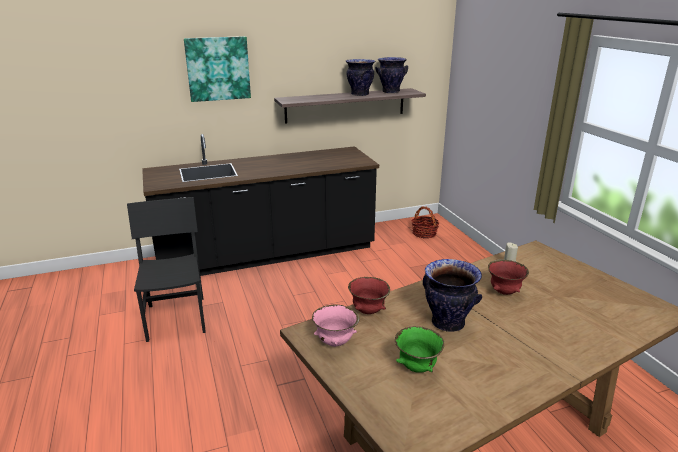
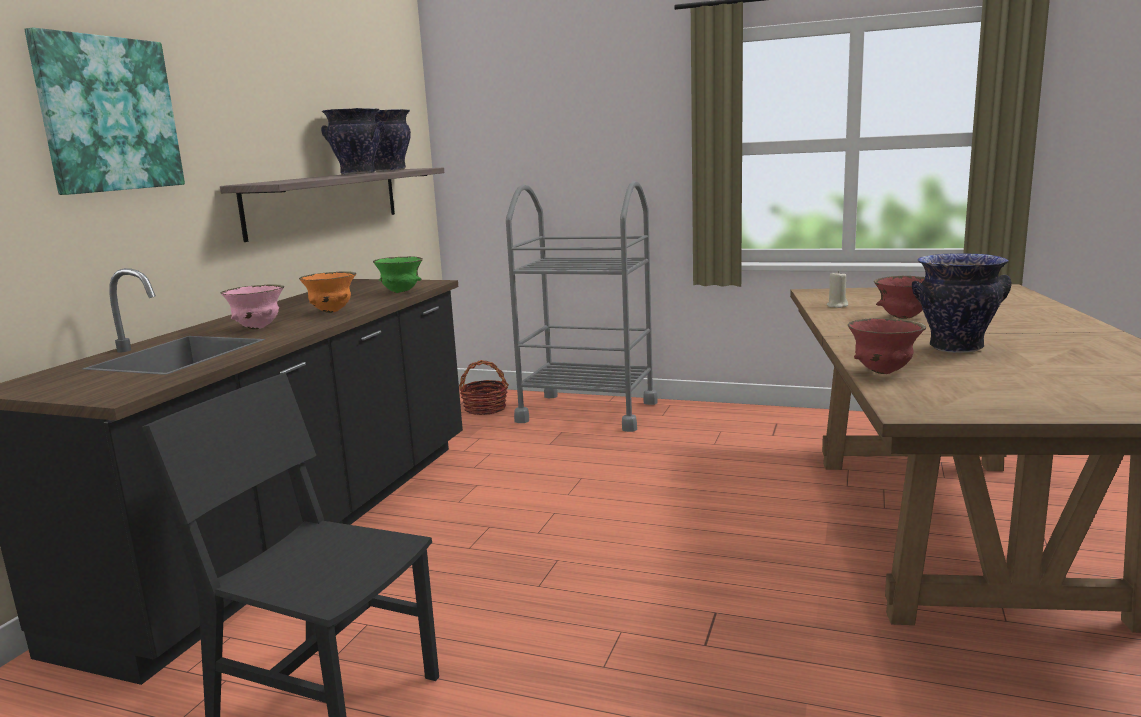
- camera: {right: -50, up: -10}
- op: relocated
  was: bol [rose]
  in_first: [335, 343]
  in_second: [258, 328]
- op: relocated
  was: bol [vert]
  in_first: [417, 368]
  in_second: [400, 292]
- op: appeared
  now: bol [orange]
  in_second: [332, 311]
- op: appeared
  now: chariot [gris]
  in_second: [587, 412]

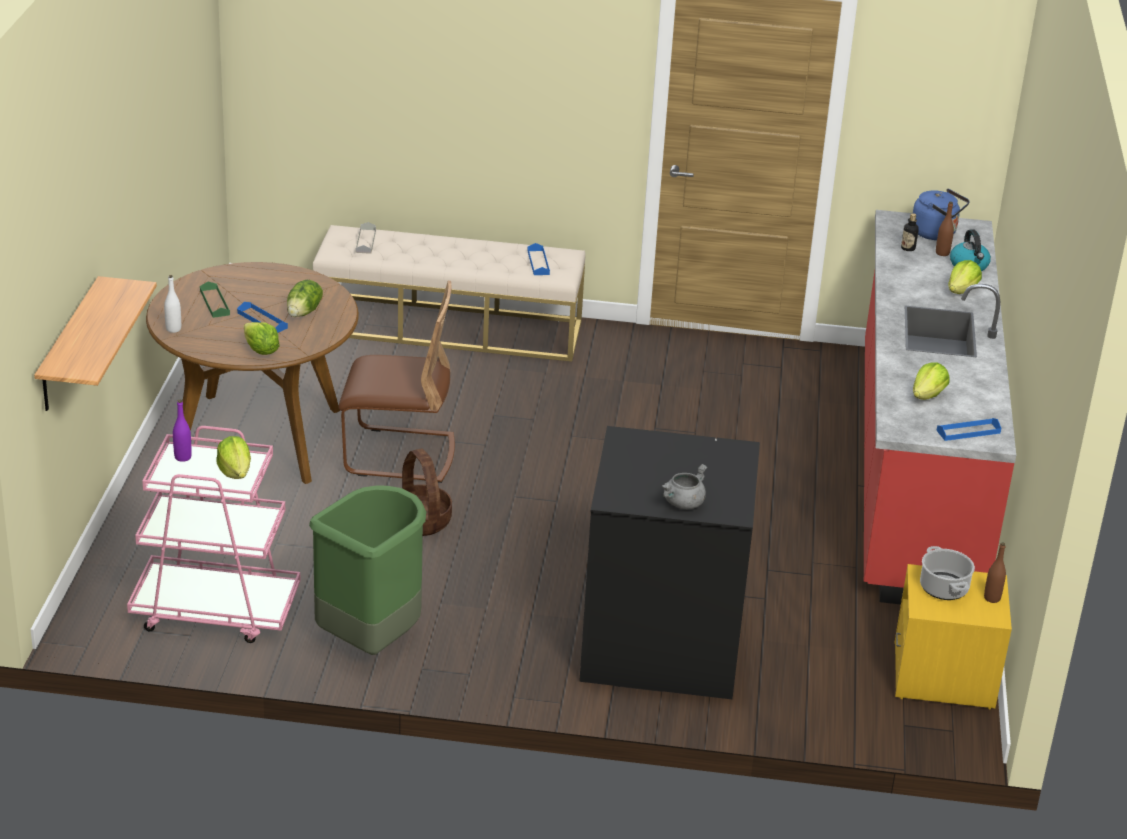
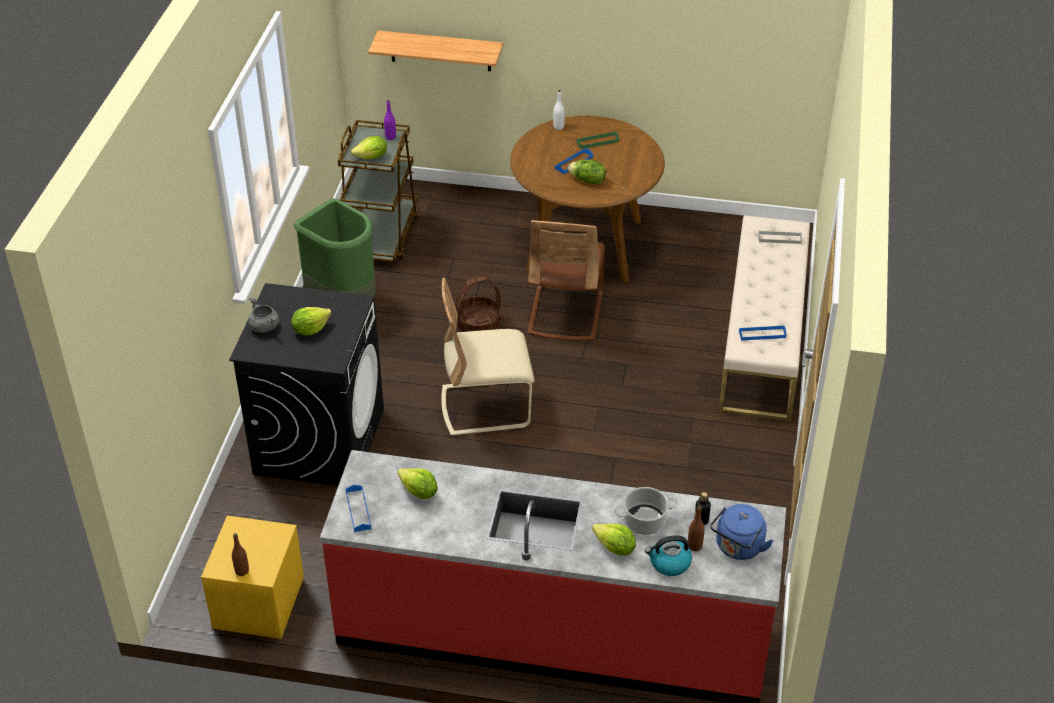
- camera: {right: 95, up: 10}
- op: colour
  was: chariot [rose]
  now: chariot [marron]
  in_first: [215, 610]
  in_second: [381, 236]
- op: relocated
  was: laitue
  in_first: [261, 351]
  in_second: [310, 329]
- op: relocated
  was: marmite
  in_first: [943, 588]
  in_second: [645, 520]
- op: appeared
  now: chaise [beige]
  in_second: [486, 407]

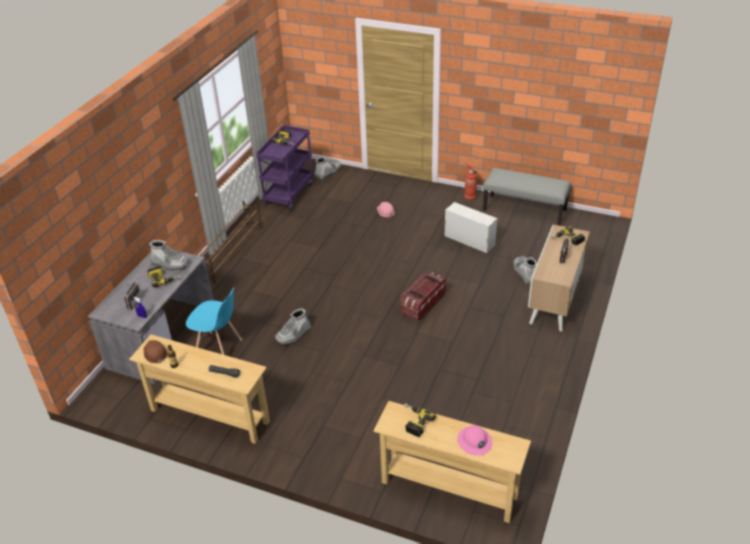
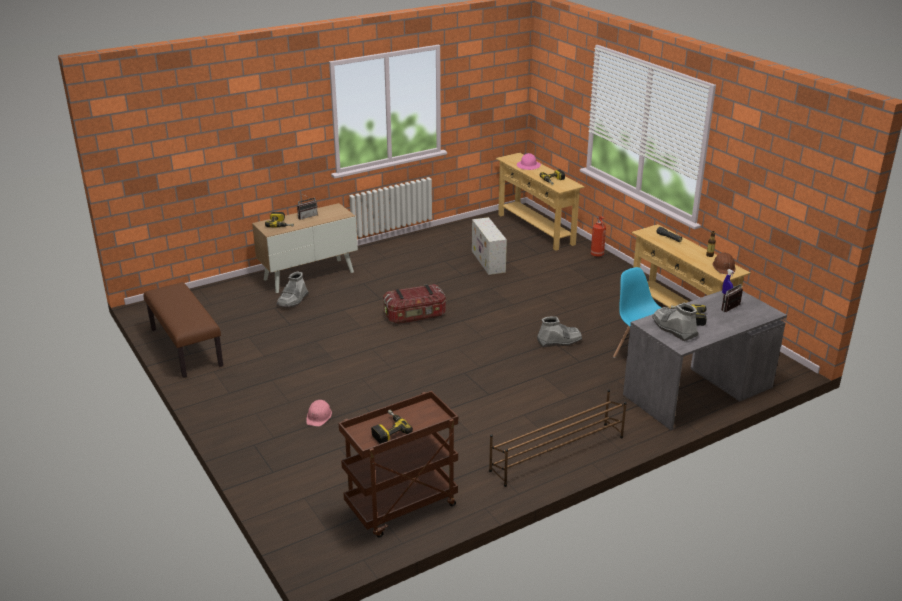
- camera: {right: -145, up: -10}
- op: colour
  was: chariot [violet]
  now: chariot [marron]
  in_first: [288, 193]
  in_second: [401, 508]
- op: missing
  was: botte [gris]
  in_first: [327, 172]
- op: relocated
  was: boîte de rangement [blanc]
  in_first: [469, 240]
  in_second: [488, 262]
- op: relocated
  was: extincteur
  in_first: [469, 197]
  in_second: [597, 255]
- op: colour
  was: banc [gris]
  now: banc [marron]
  in_first: [525, 210]
  in_second: [185, 347]

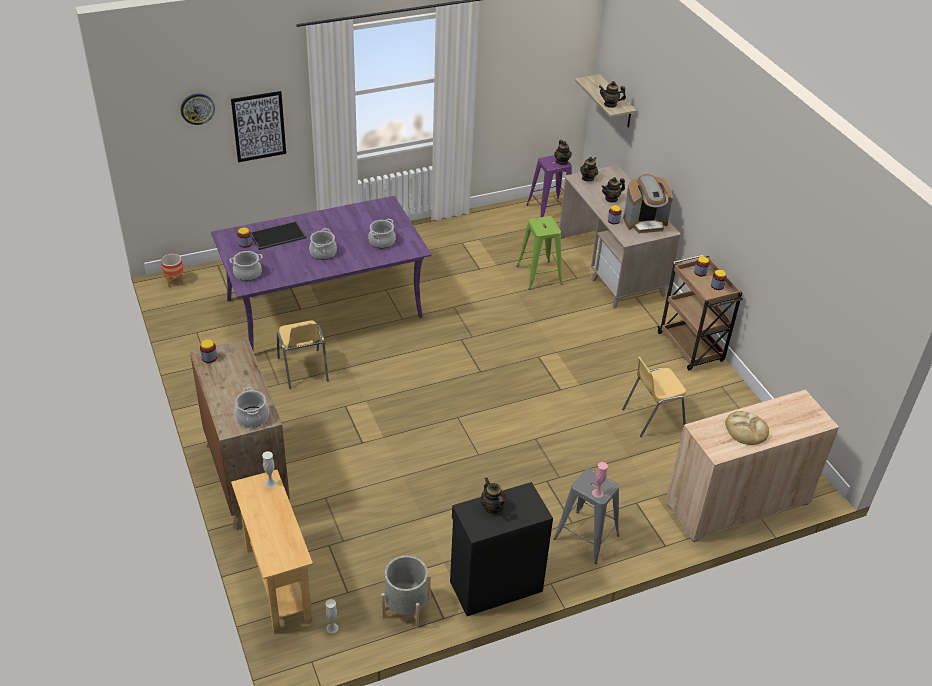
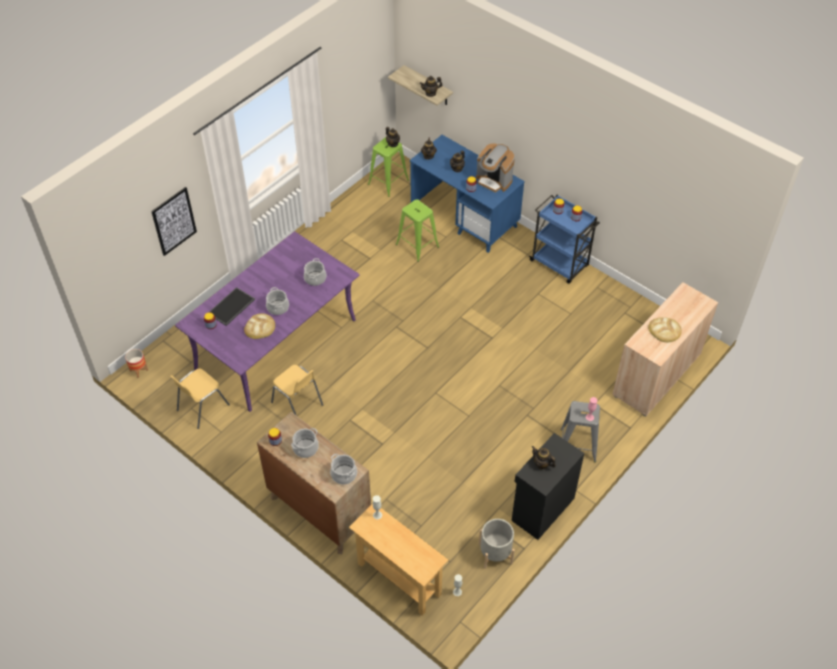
- camera: {right: -25, up: 10}
- op: missing
  was: horloge murale
  in_first: [197, 108]
- op: relocated
  was: marmite
  in_first: [247, 274]
  in_second: [305, 448]
- op: colour
  was: tabouret [violet]
  now: tabouret [vert]
  in_first: [549, 210]
  in_second: [388, 182]
- op: colour
  was: bureau [beige]
  now: bureau [bleu]
  in_first: [611, 267]
  in_second: [465, 216]
- op: relocated
  was: chaise [jaune]
  in_first: [652, 417]
  in_second: [202, 407]
- op: spun
  was: machine à café
  in_first: [645, 222]
  in_second: [494, 181]
  clockwise: 75
- op: colour
  was: chariot [marron]
  now: chariot [bleu]
  in_first: [691, 348]
  in_second: [560, 264]
- op: appeared
  now: pain
  in_second: [260, 327]

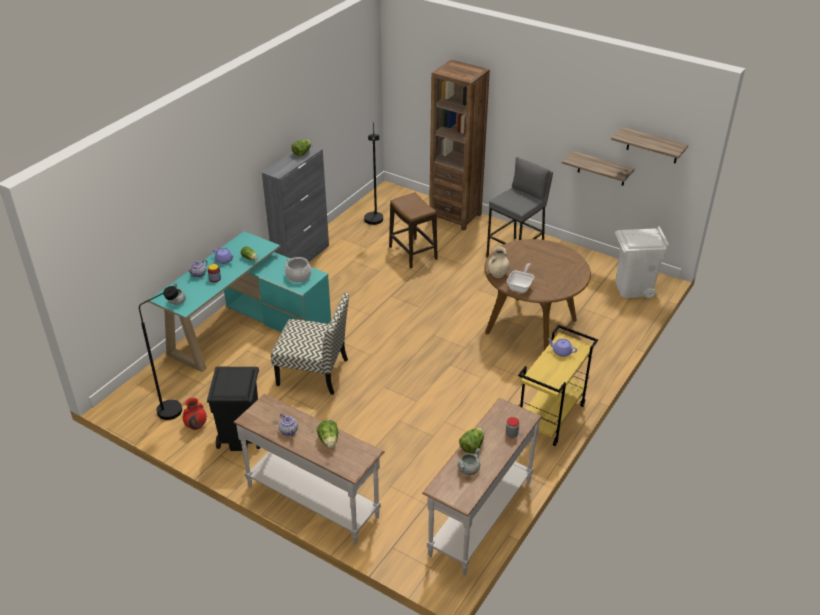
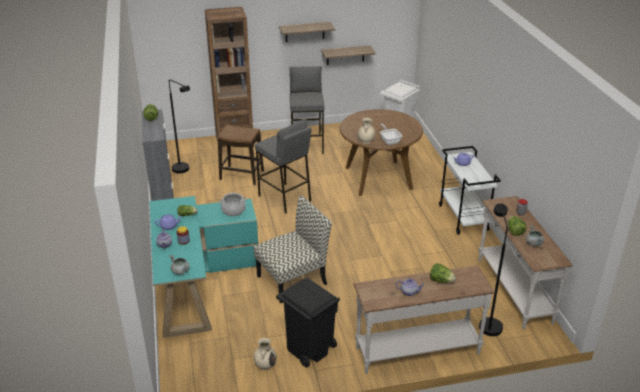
- camera: {right: -45, up: -5}
- op: relocated
  was: lampadaire [noir]
  in_first: [175, 407]
  in_second: [488, 323]
- op: colour
  was: vase [rouge]
  now: vase [beige]
  in_first: [196, 425]
  in_second: [265, 365]
- op: colour
  was: chariot [jaune]
  now: chariot [blanc]
  in_first: [551, 418]
  in_second: [463, 218]
- op: relocated
  was: étagère
  in_first: [652, 146]
  in_second: [305, 32]
- op: appeared
  now: tabouret [gris]
  in_second: [285, 198]

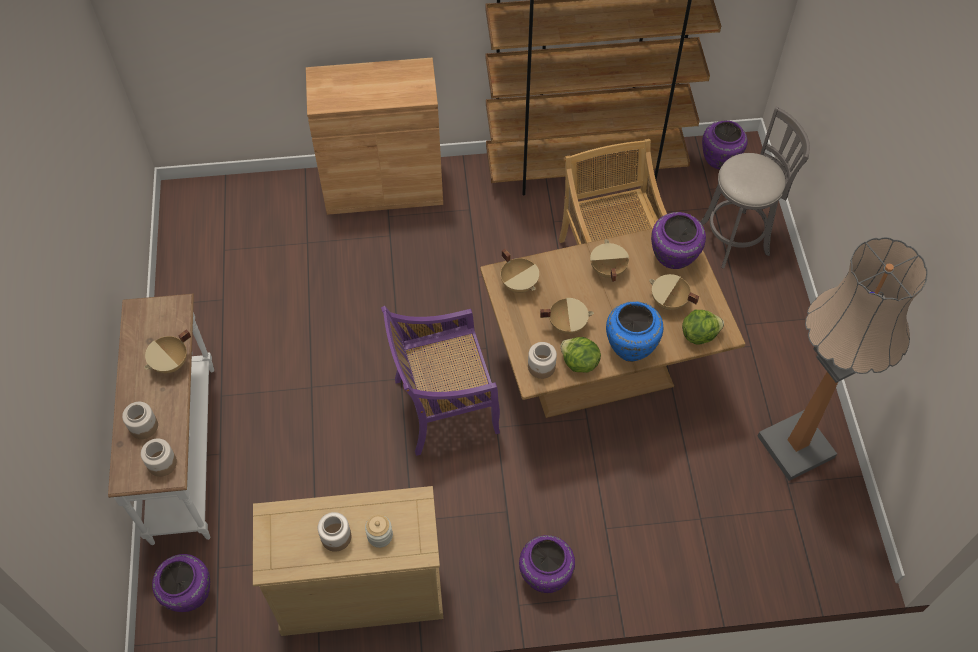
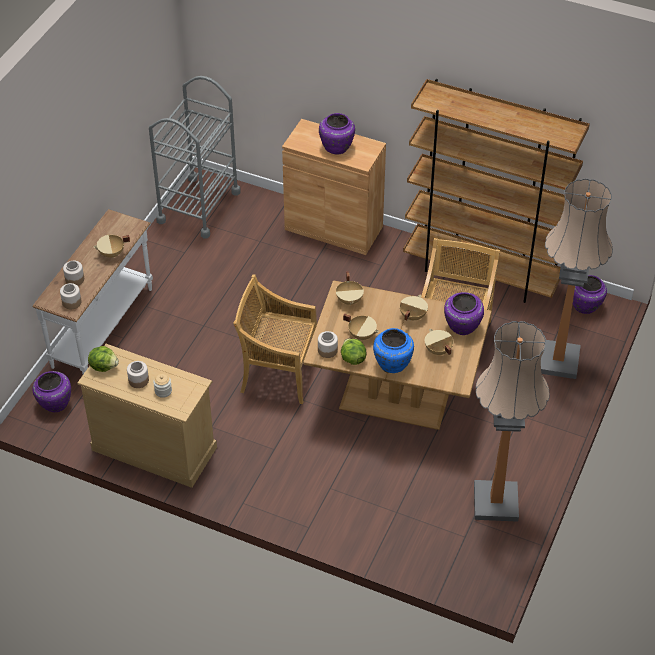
- camera: {right: 30, up: -10}
- op: colour
  was: chaise [violet]
  now: chaise [beige]
  in_first: [444, 407]
  in_second: [278, 373]
- op: relocated
  was: vase [violet]
  in_first: [545, 574]
  in_second: [337, 147]
- op: relocated
  was: laitue
  in_first: [699, 334]
  in_second: [104, 366]
- op: exchanged
  was: tabouret [gris]
  now: lampadaire
  in_first: [737, 238]
  in_second: [558, 361]
- op: appeared
  now: chariot [gris]
  in_second: [198, 207]

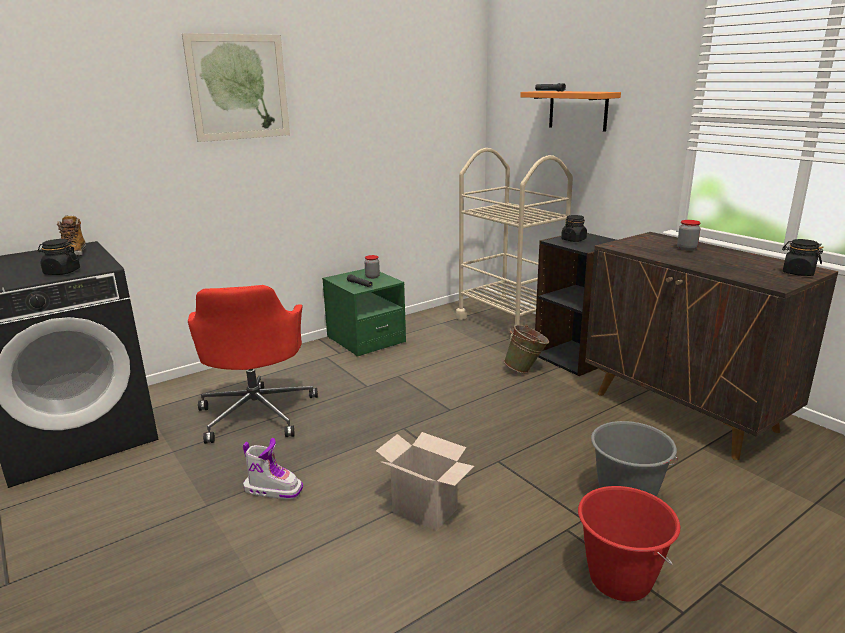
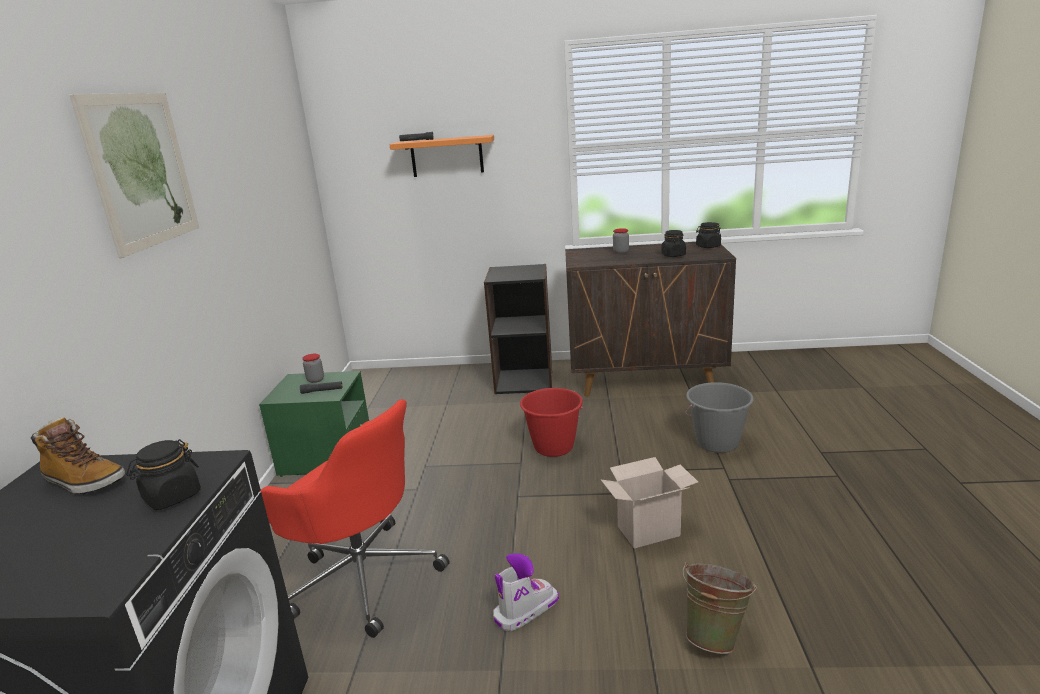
- camera: {right: -50, up: 0}
- op: missing
  was: chariot [beige]
  in_first: [509, 322]
- op: relocated
  was: seau [vert]
  in_first: [526, 370]
  in_second: [715, 636]
- op: relocated
  was: bocal [noir]
  in_first: [573, 240]
  in_second: [673, 255]
- op: relocated
  was: seau [rouge]
  in_first: [619, 579]
  in_second: [553, 447]

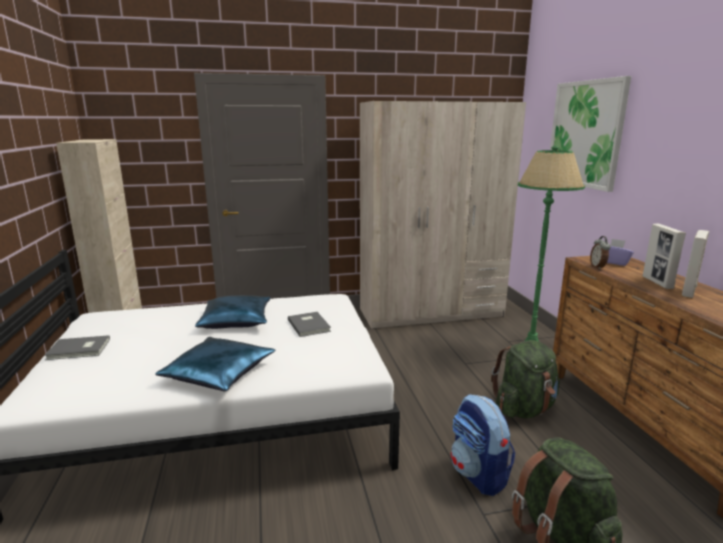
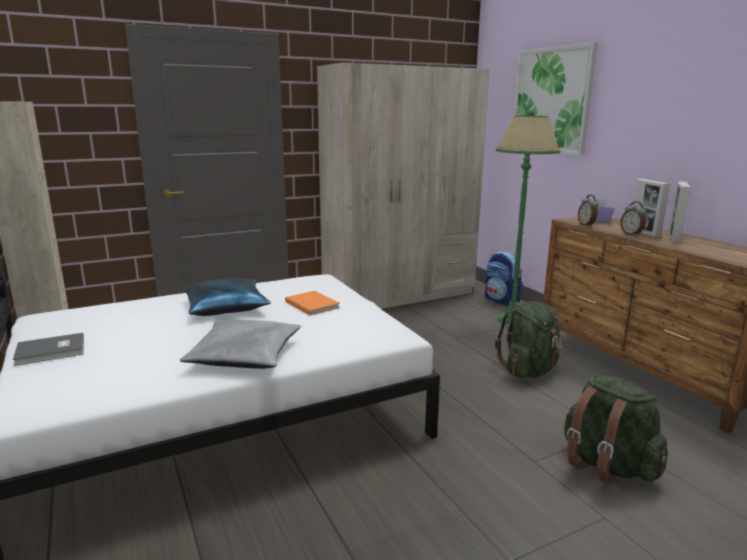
- camera: {right: -15, up: 0}
- op: colour
  was: coussin [bleu]
  now: coussin [gris]
  in_first: [217, 373]
  in_second: [243, 355]
- op: colour
  was: livre [gris]
  now: livre [orange]
  in_first: [309, 325]
  in_second: [313, 304]
- op: relocated
  was: sac à dos
  in_first: [479, 474]
  in_second: [502, 301]
- op: appeared
  now: réveil
  in_second: [631, 234]

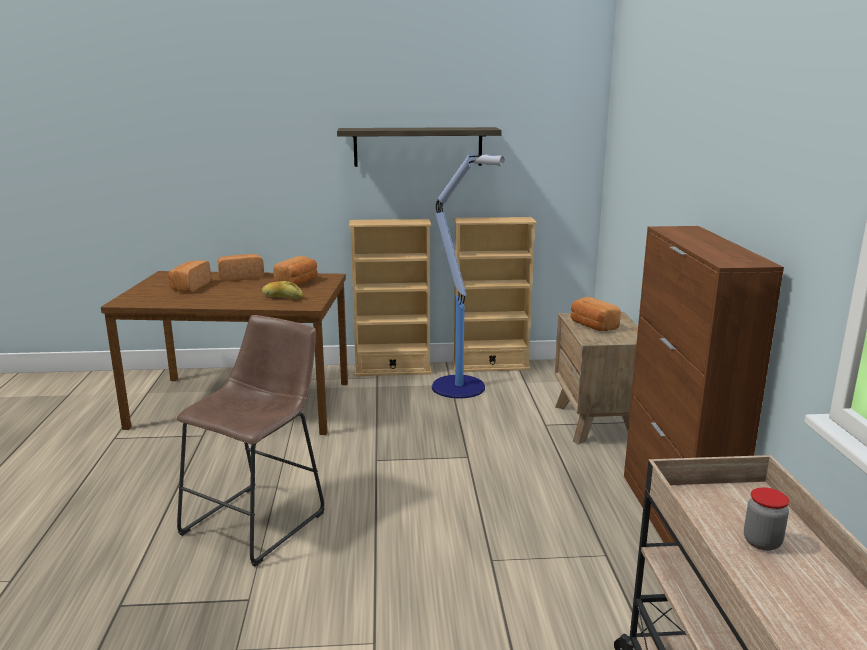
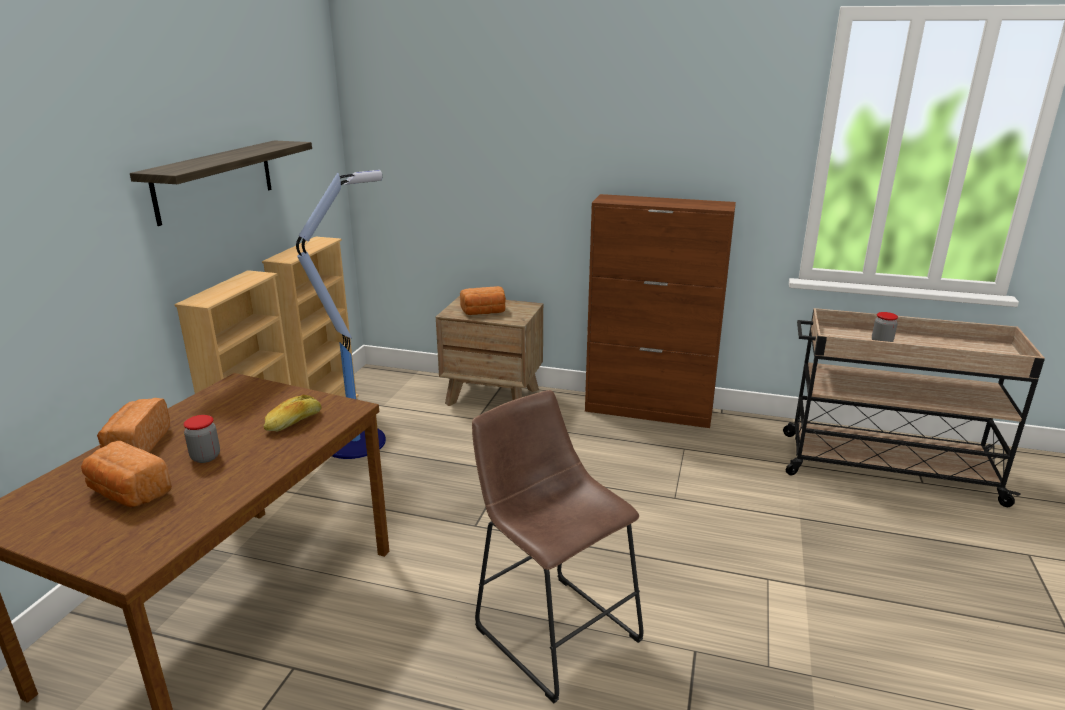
- camera: {right: -70, up: 5}
- op: missing
  was: pain
  in_first: [298, 283]
- op: appeared
  now: bocal
  in_second: [205, 457]

